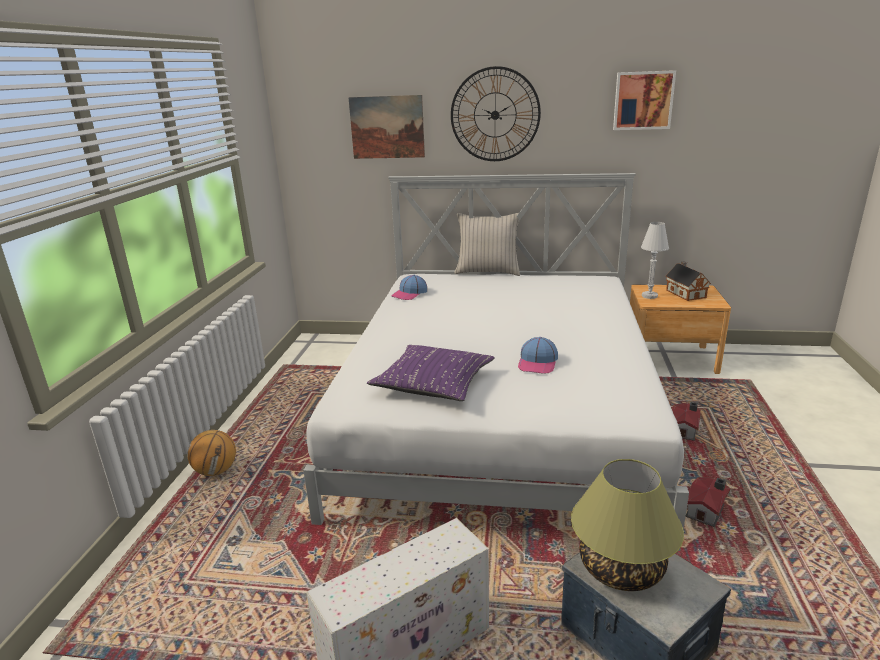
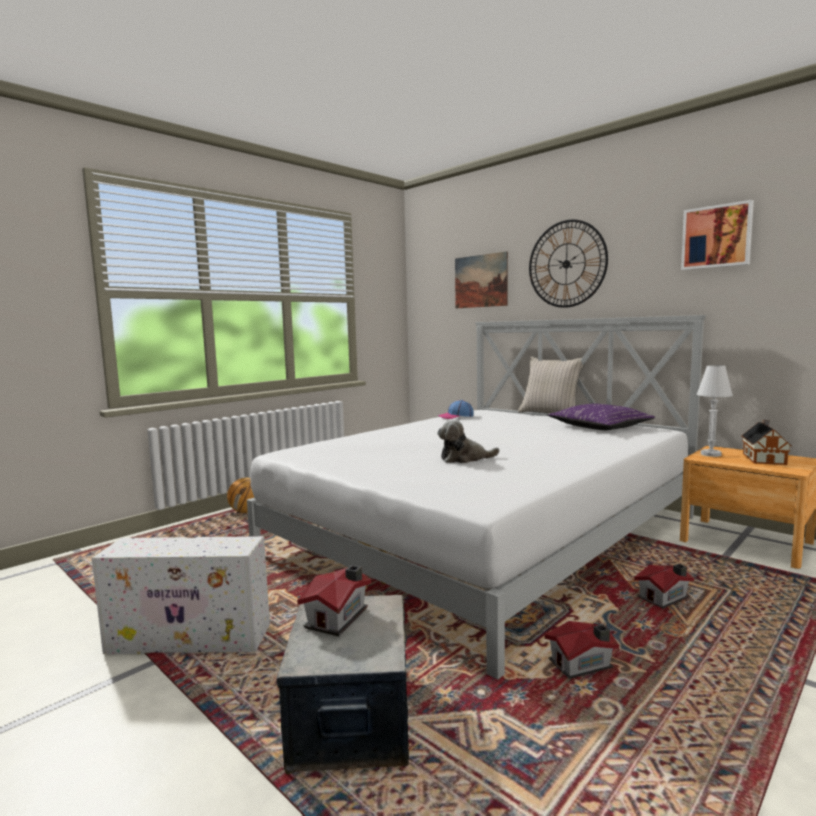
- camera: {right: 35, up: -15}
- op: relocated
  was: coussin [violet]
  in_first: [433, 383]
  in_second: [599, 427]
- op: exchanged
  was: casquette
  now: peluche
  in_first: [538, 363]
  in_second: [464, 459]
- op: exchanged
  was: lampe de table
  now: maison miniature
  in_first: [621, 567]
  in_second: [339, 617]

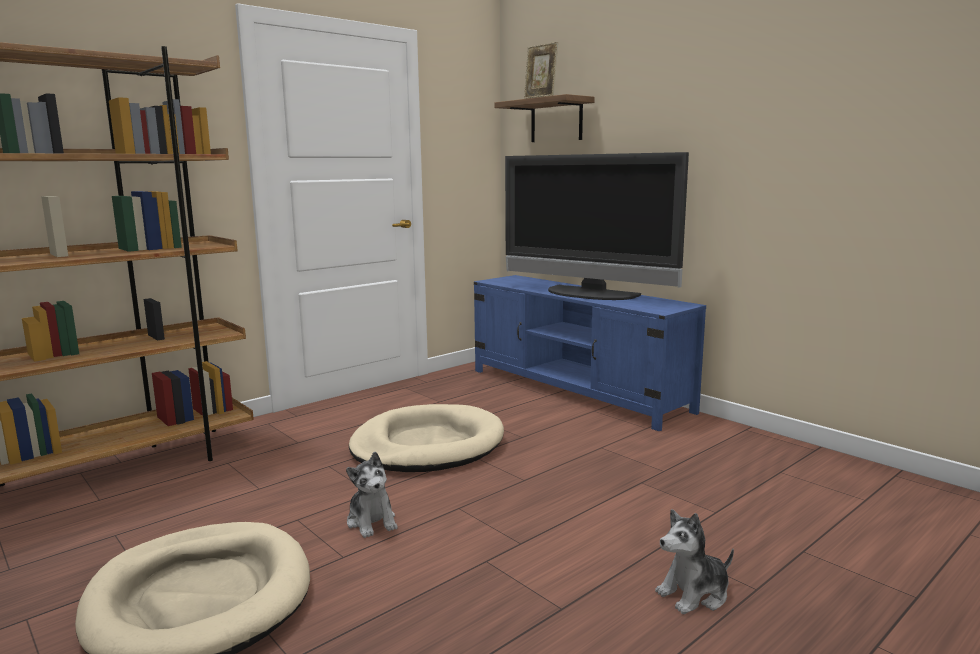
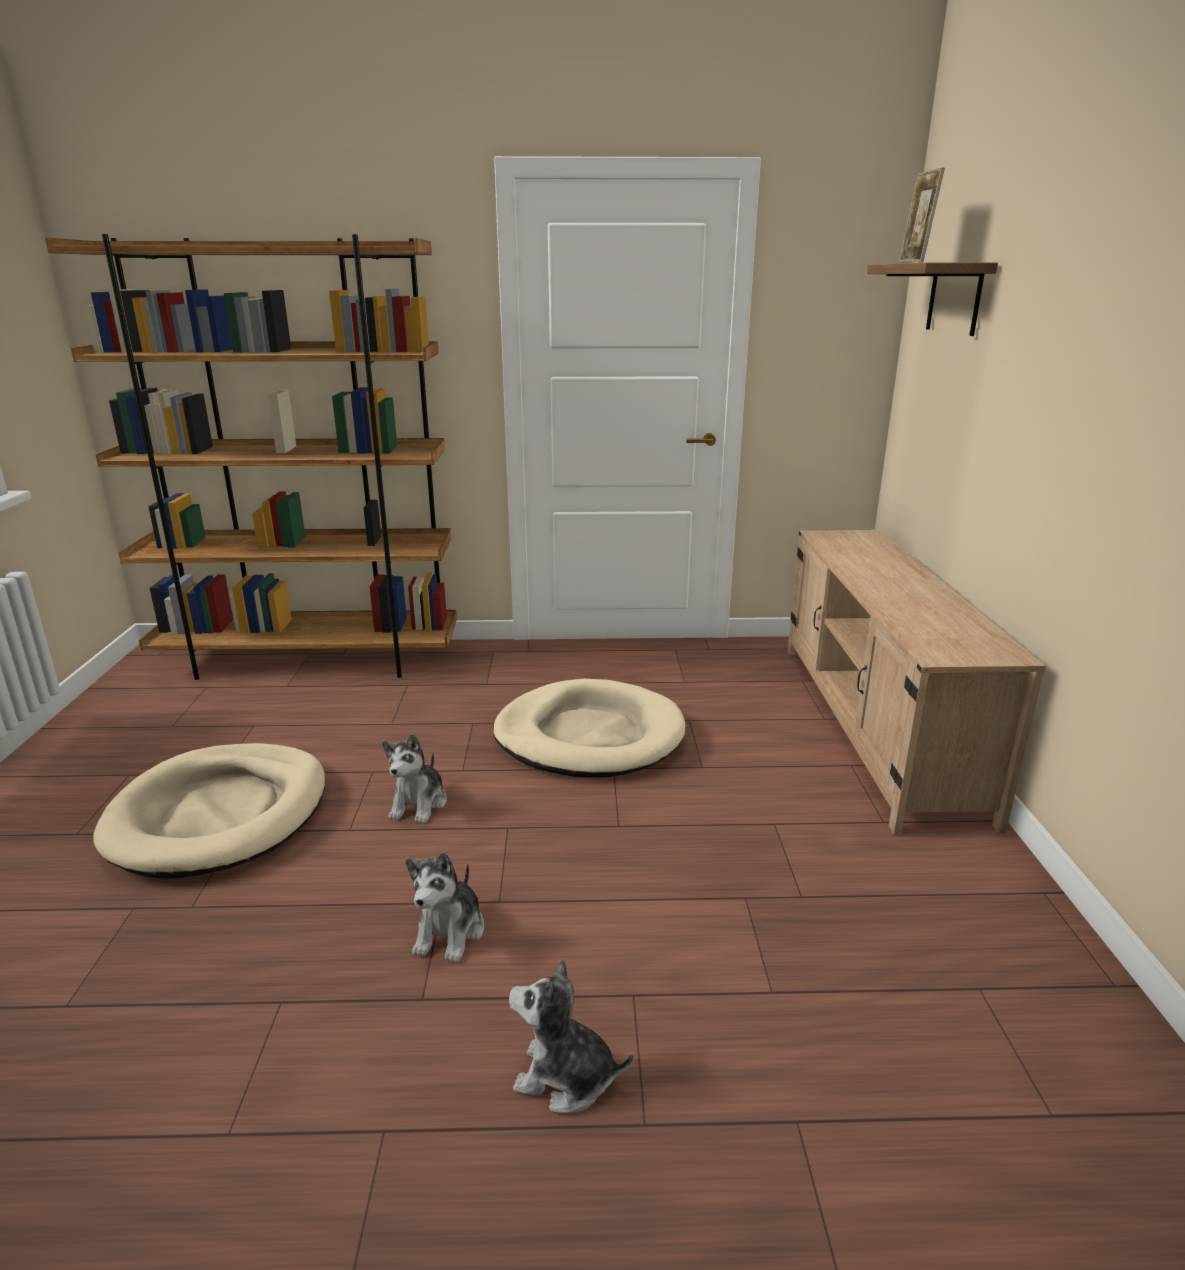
- camera: {right: 40, up: 10}
- op: colour
  was: meuble télé [bleu]
  now: meuble télé [beige]
  in_first: [576, 390]
  in_second: [875, 725]
- op: missing
  was: téléviseur
  in_first: [588, 294]
- op: appeared
  now: peluche
  in_second: [450, 932]

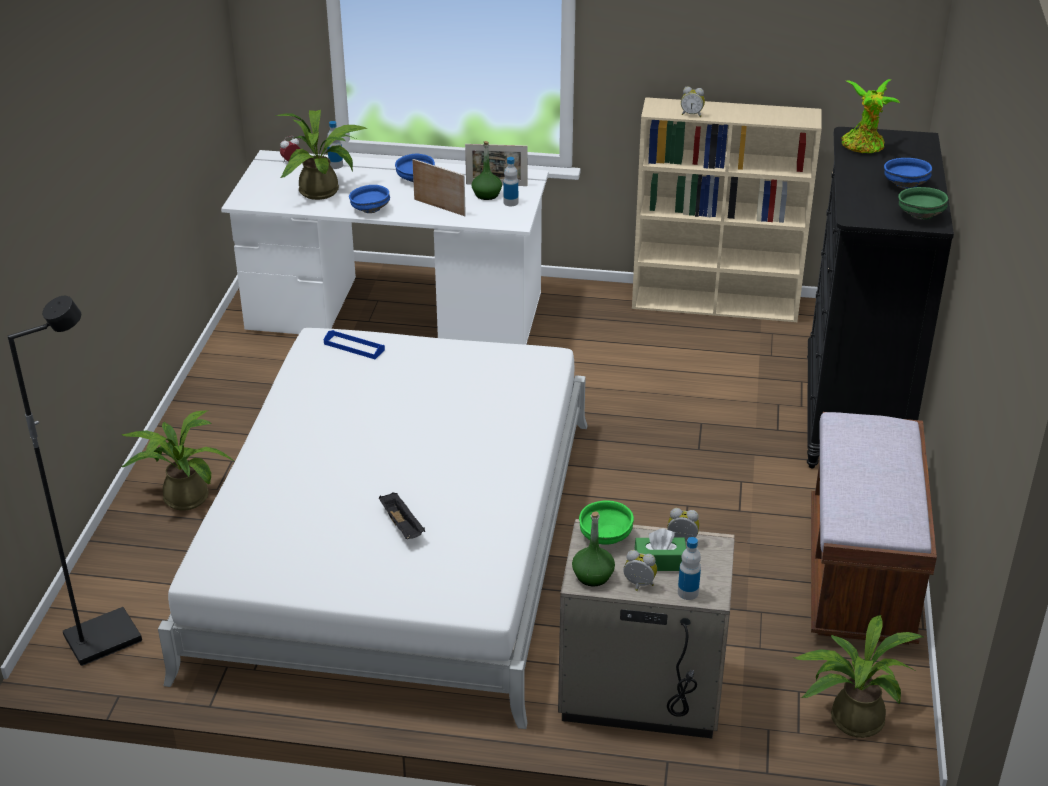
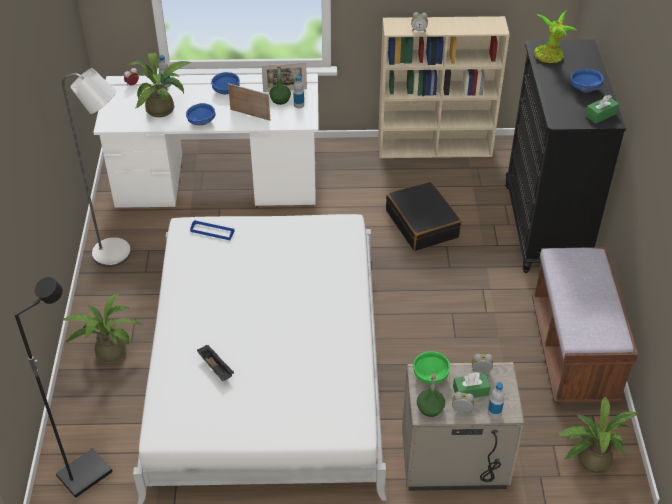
- camera: {right: -10, up: 10}
- op: relocated
  was: plateau [noir]
  in_first: [402, 526]
  in_second: [216, 368]
- op: exchanged
  was: bol [vert]
  now: boîte à mouchoirs [vert]
  in_first: [920, 215]
  in_second: [600, 115]
- op: appeared
  now: lampadaire [gris]
  in_second: [119, 255]
- op: appeared
  now: valise [noir]
  in_second: [422, 224]

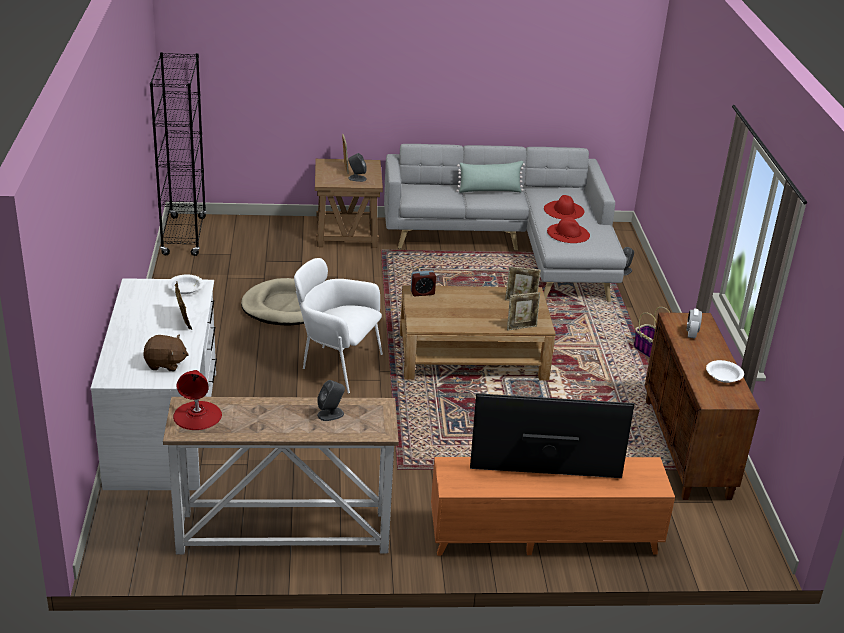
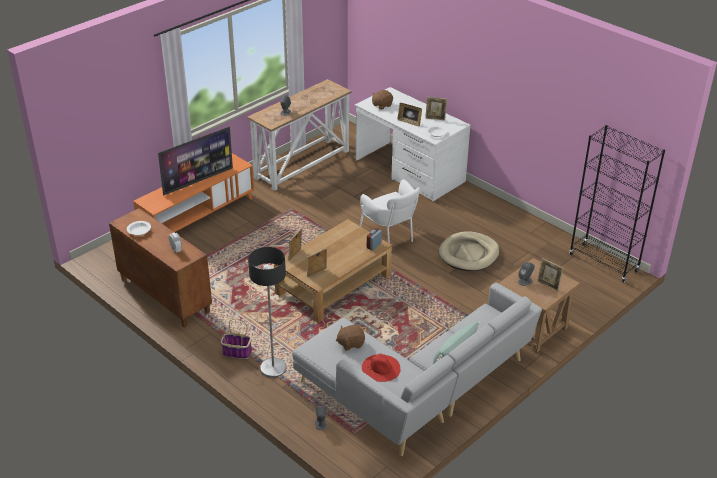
- camera: {right: 140, up: 5}
- op: missing
  was: lampe de table [rouge]
  in_first: [197, 415]
- op: spun
  was: fauteuil [blanc]
  in_first: [336, 364]
  in_second: [391, 238]
  clockwise: 75
- op: exchanged
  was: chapeau [rouge]
  now: peluche [marron]
  in_first: [568, 233]
  in_second: [350, 343]
- op: appeared
  now: lampadaire
  in_second: [273, 368]
- op: appeared
  now: cadre photo
  in_second: [435, 119]

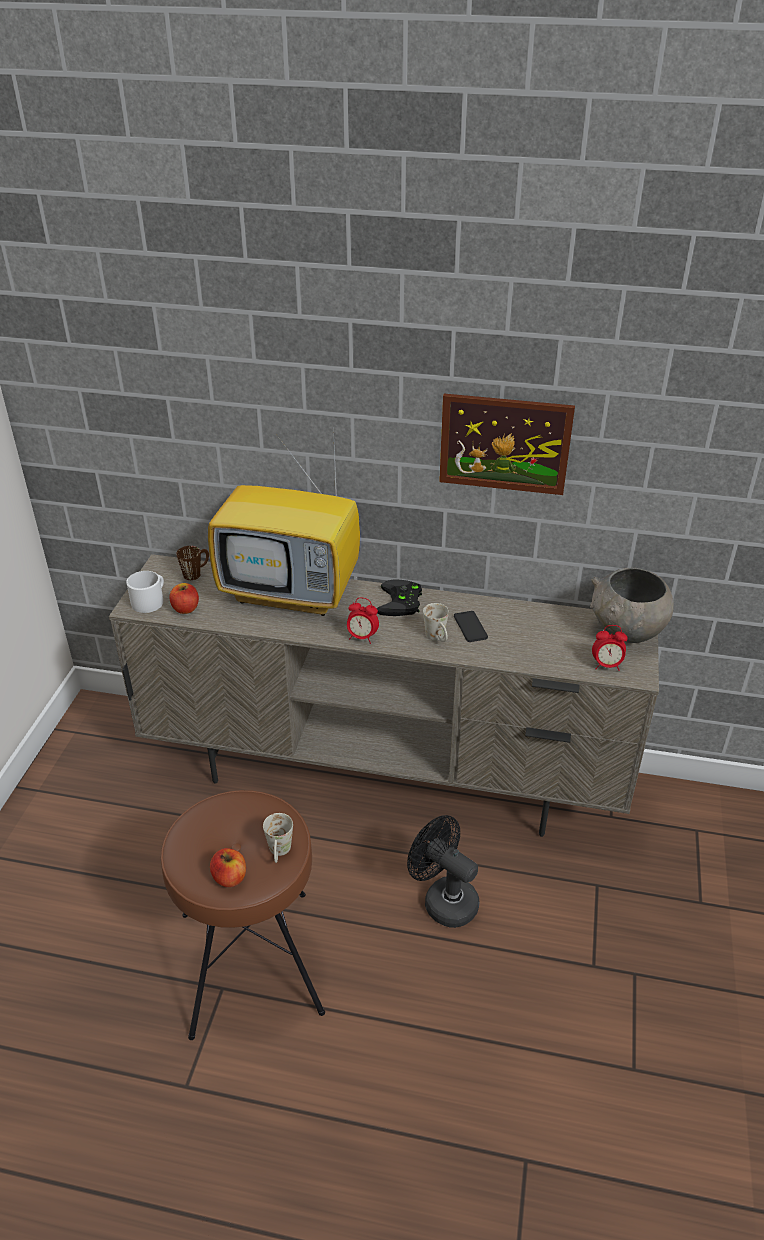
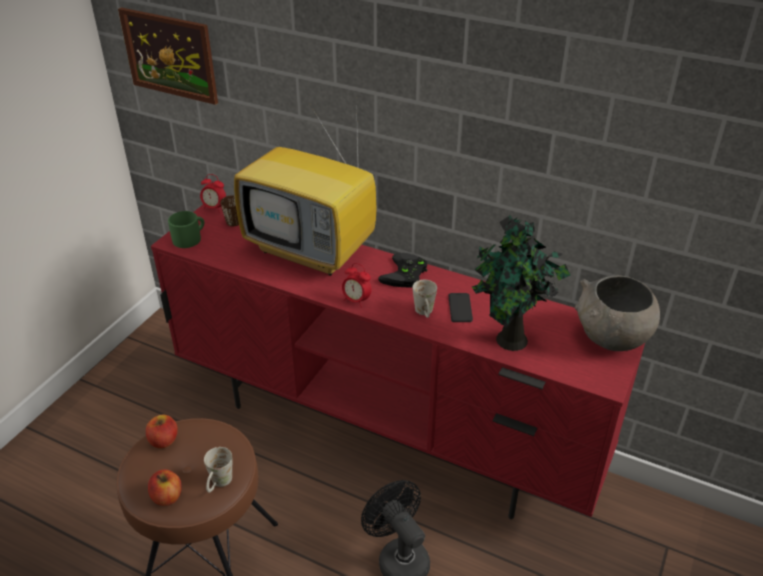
- camera: {right: 15, up: 0}
- op: colour
  was: meuble télé [beige]
  now: meuble télé [rouge]
  in_first: [385, 776]
  in_second: [385, 432]
- op: colour
  was: mug [blanc]
  now: mug [vert]
  in_first: [150, 600]
  in_second: [190, 238]
- op: relocated
  was: pomme
  in_first: [185, 608]
  in_second: [163, 440]
- op: relocated
  was: tableau
  in_first: [504, 443]
  in_second: [170, 55]
- op: relocated
  was: réveil
  in_first: [606, 665]
  in_second: [214, 208]
- op: appeared
  now: plante en pot
  in_second: [510, 341]

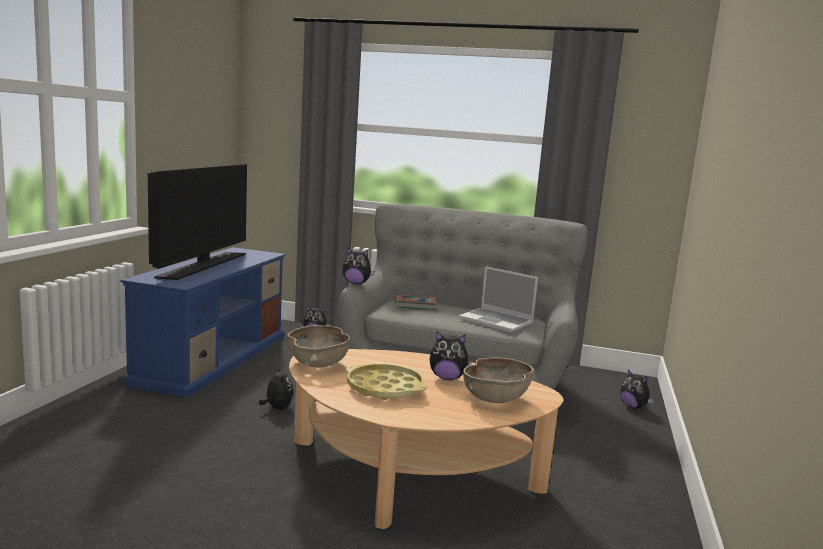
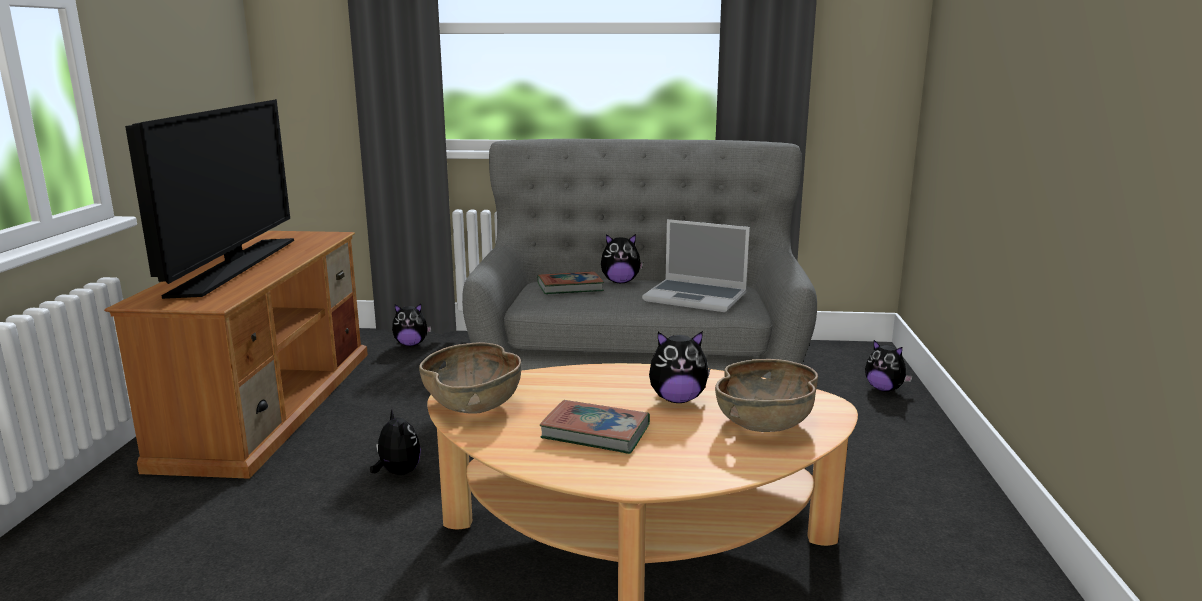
- camera: {right: -10, up: 5}
- op: colour
  was: meuble télé [bleu]
  now: meuble télé [marron]
  in_first: [213, 357]
  in_second: [270, 404]
- op: relocated
  was: peluche
  in_first: [356, 283]
  in_second: [620, 282]
- op: exchanged
  was: plateau [jaune]
  now: livre
  in_first: [384, 388]
  in_second: [595, 432]

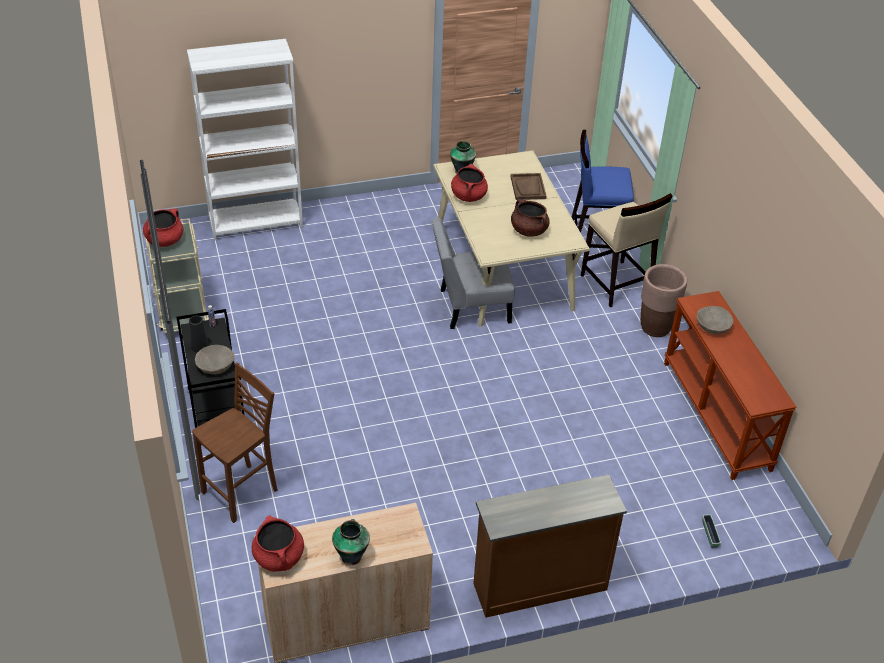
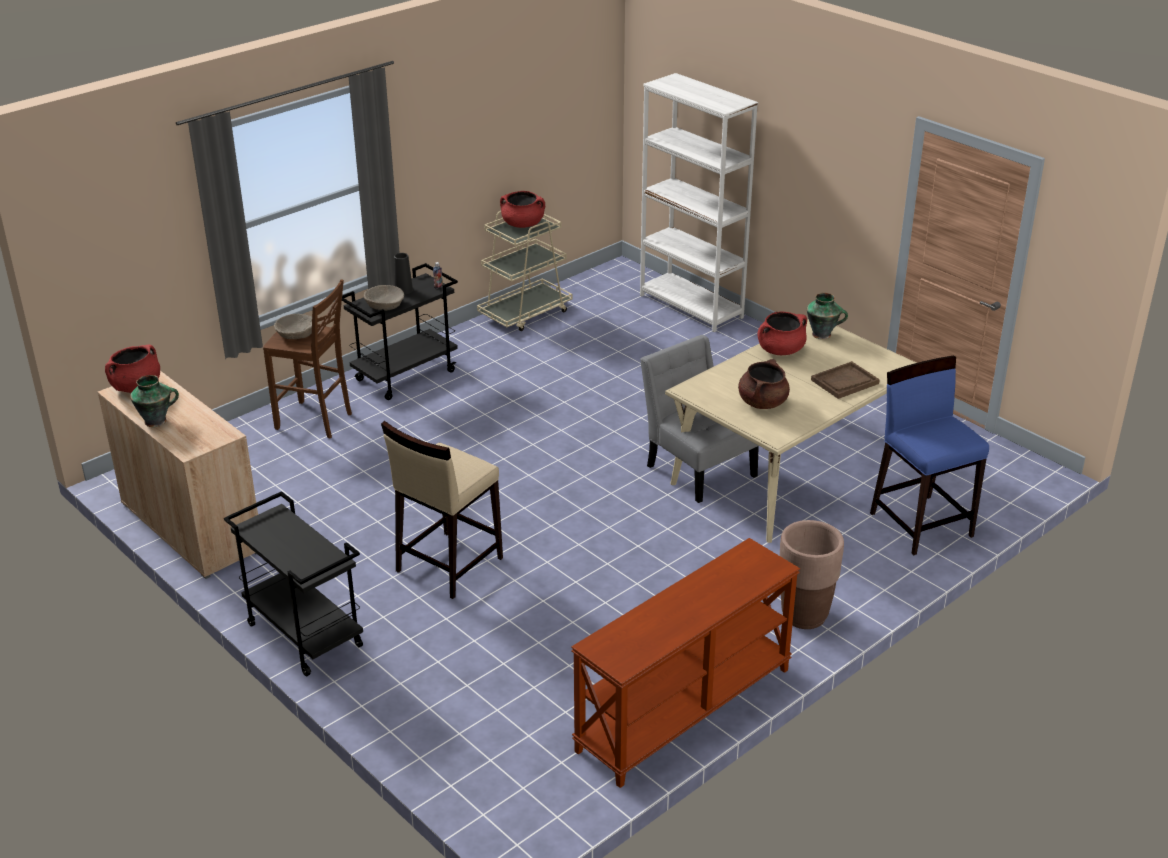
- camera: {right: 65, up: -10}
- op: exchanged
  was: commode [marron]
  now: chariot [noir]
  in_first: [538, 585]
  in_second: [303, 635]
- op: relocated
  was: tabouret [beige]
  in_first: [616, 284]
  in_second: [448, 565]
- op: relocated
  was: bol [beige]
  in_first: [713, 326]
  in_second: [296, 334]
- op: missing
  was: cache-pot
  in_first: [710, 534]

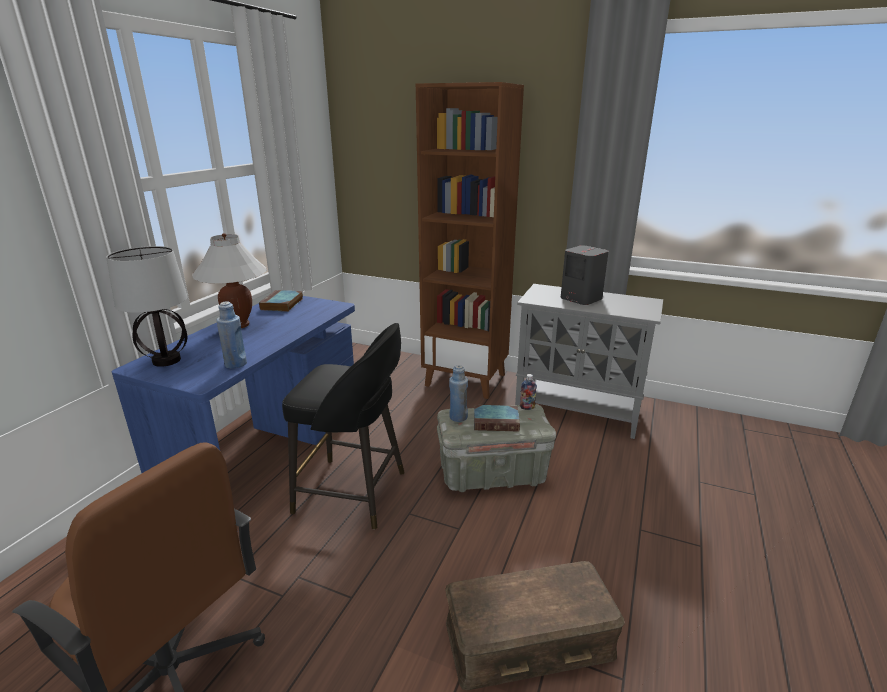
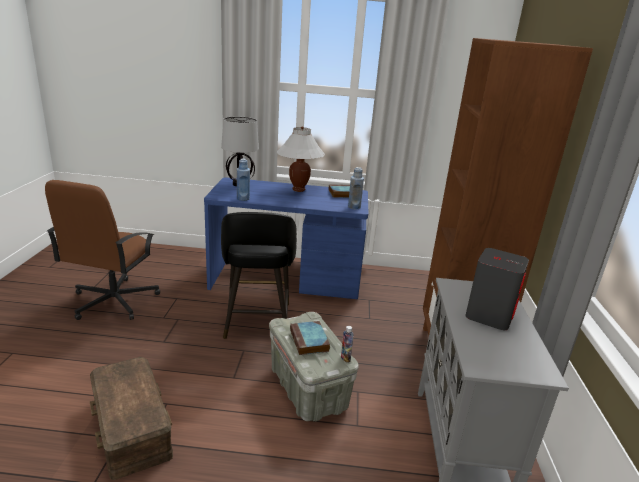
- camera: {right: 70, up: 0}
- op: relocated
  was: bouteille [bleu]
  in_first: [458, 417]
  in_second: [354, 207]

